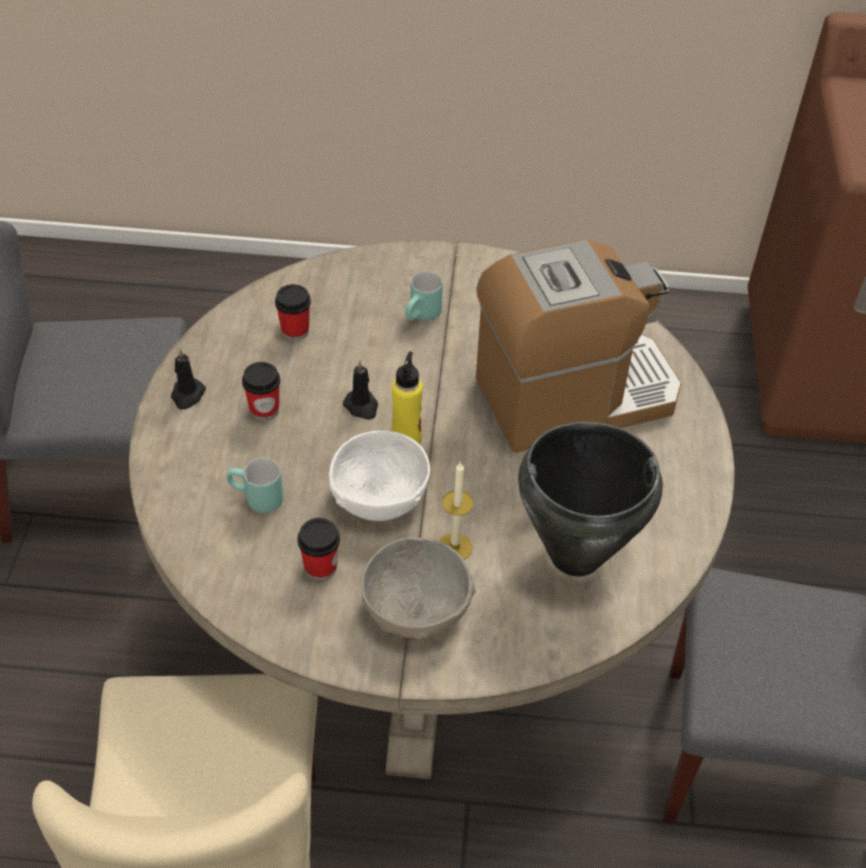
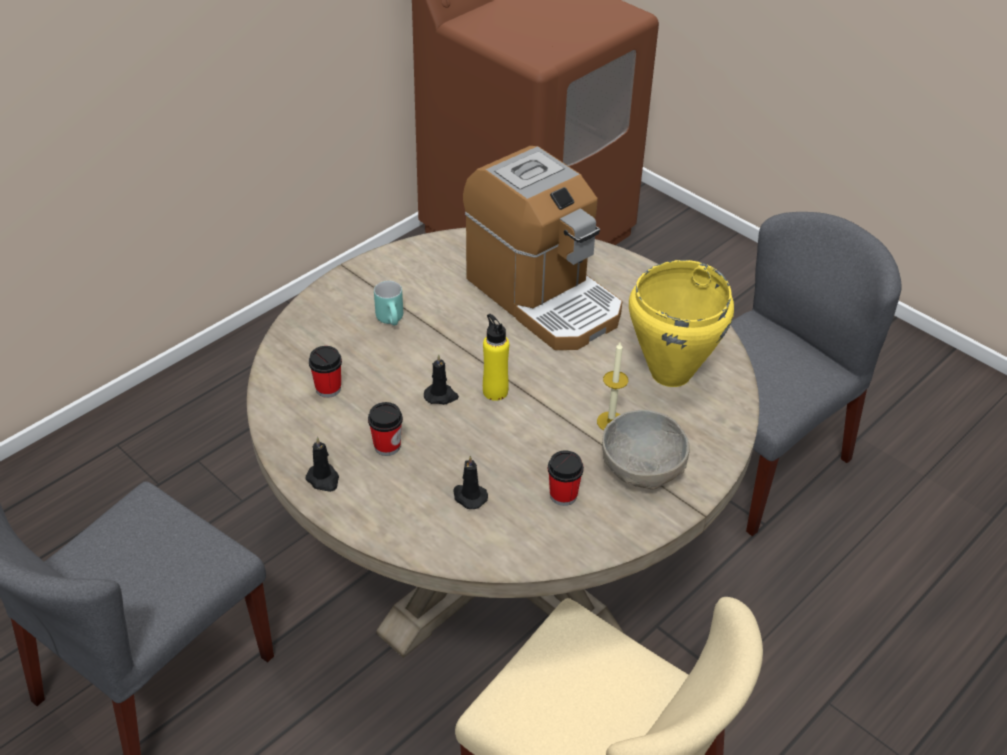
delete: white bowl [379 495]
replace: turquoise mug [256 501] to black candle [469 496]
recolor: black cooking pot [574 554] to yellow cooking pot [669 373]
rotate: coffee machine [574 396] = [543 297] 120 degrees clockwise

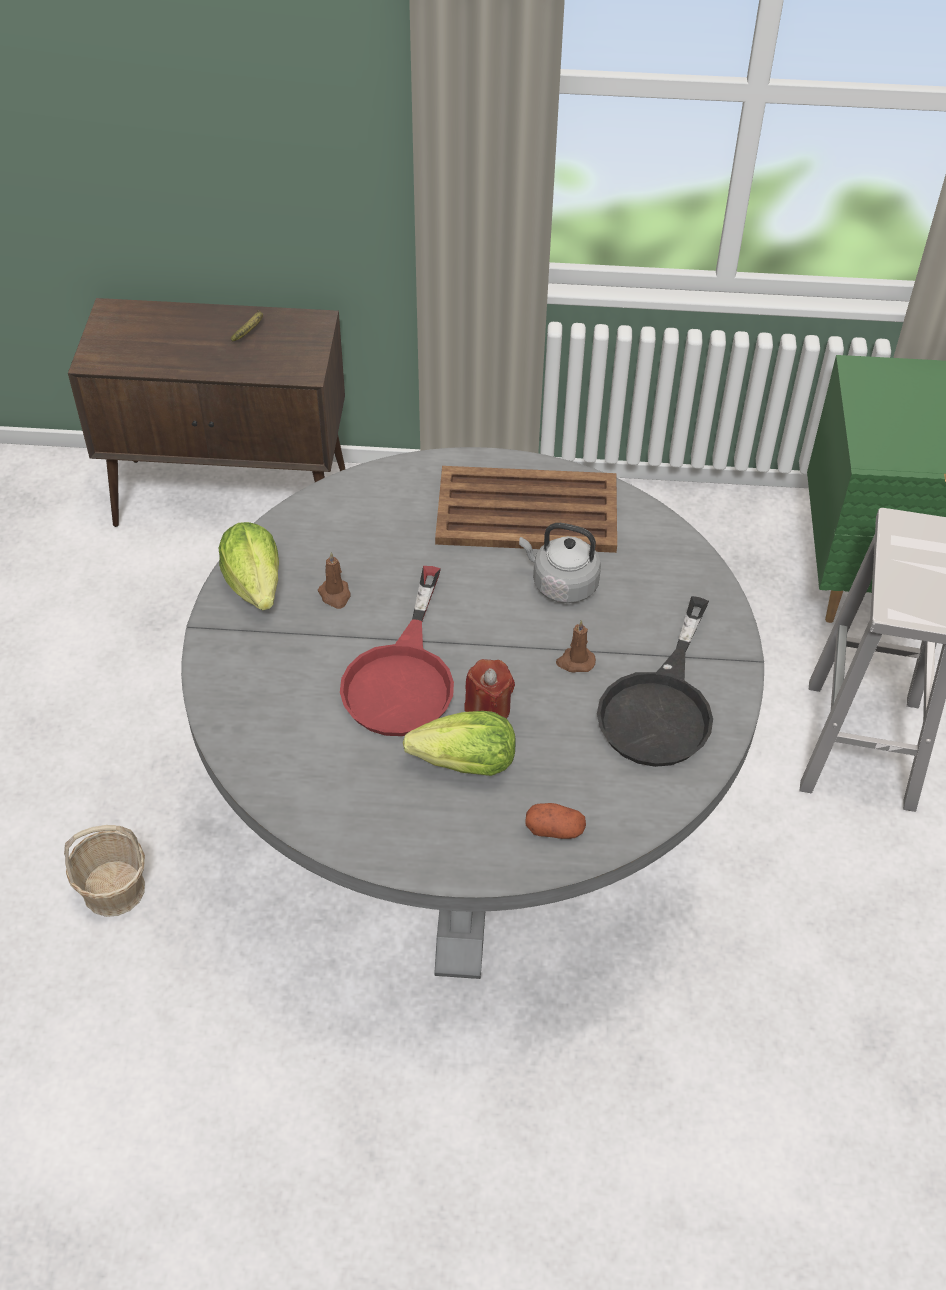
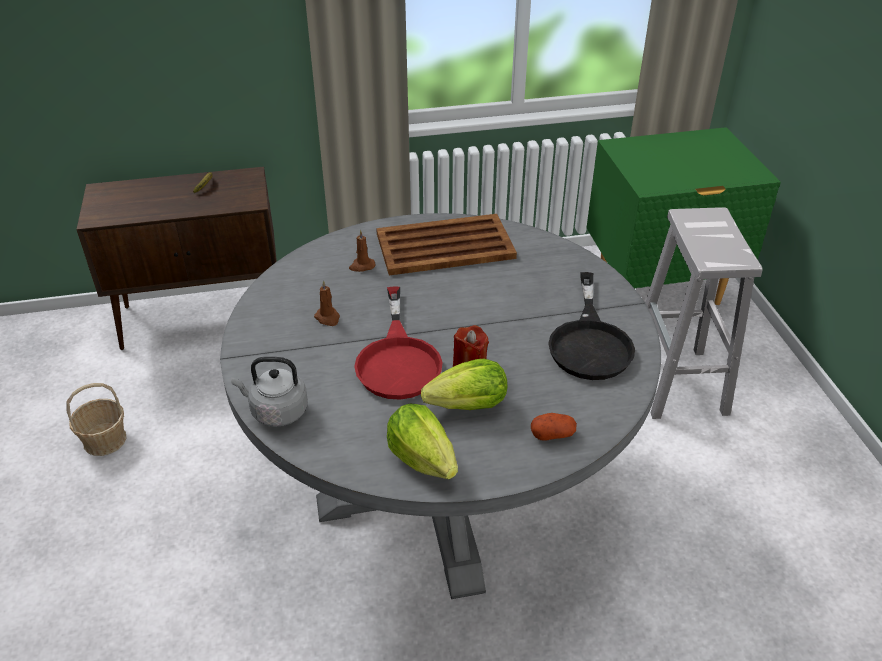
move: lettuce [255 584] to [422 458]; grey kettle [561 584] to [276 411]; brown candle [575 661] to [362 266]; basket [113 889] to [104 440]

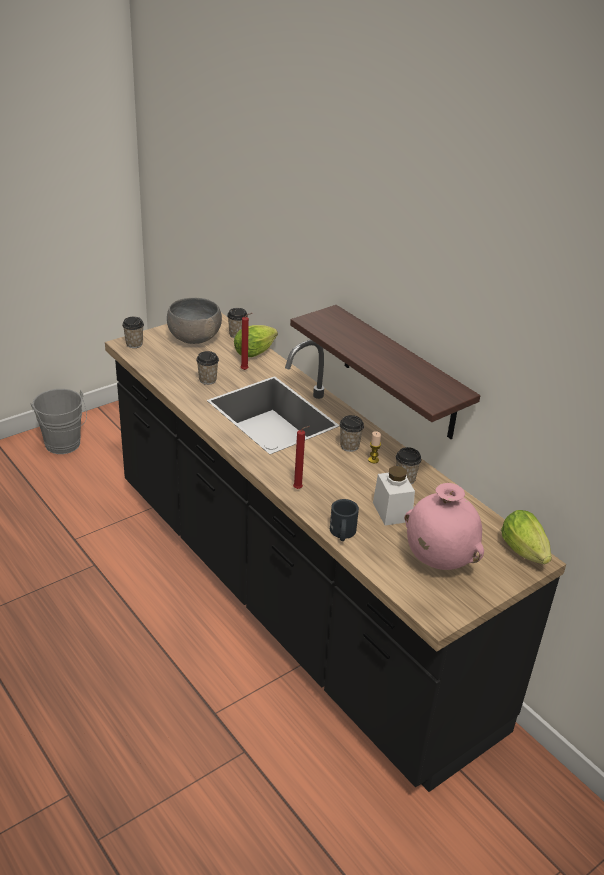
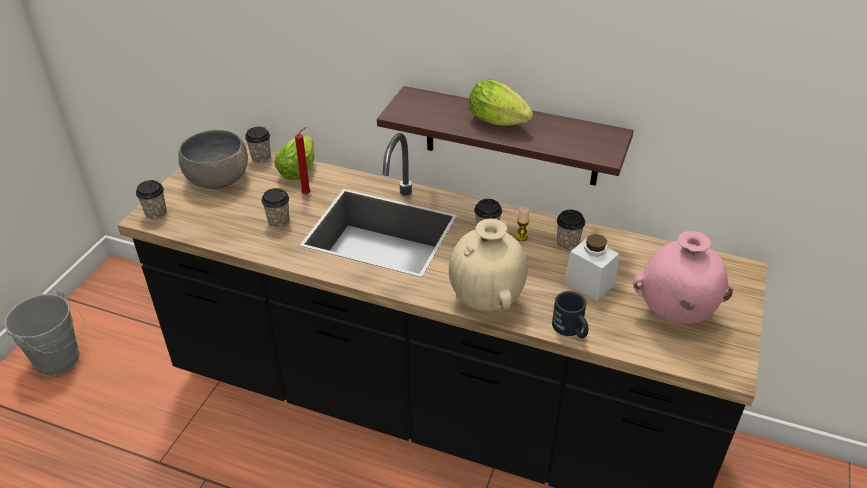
move: lettuce [525 554] to [501 123]
replace: red candle [299 489] to beige vase [486 301]

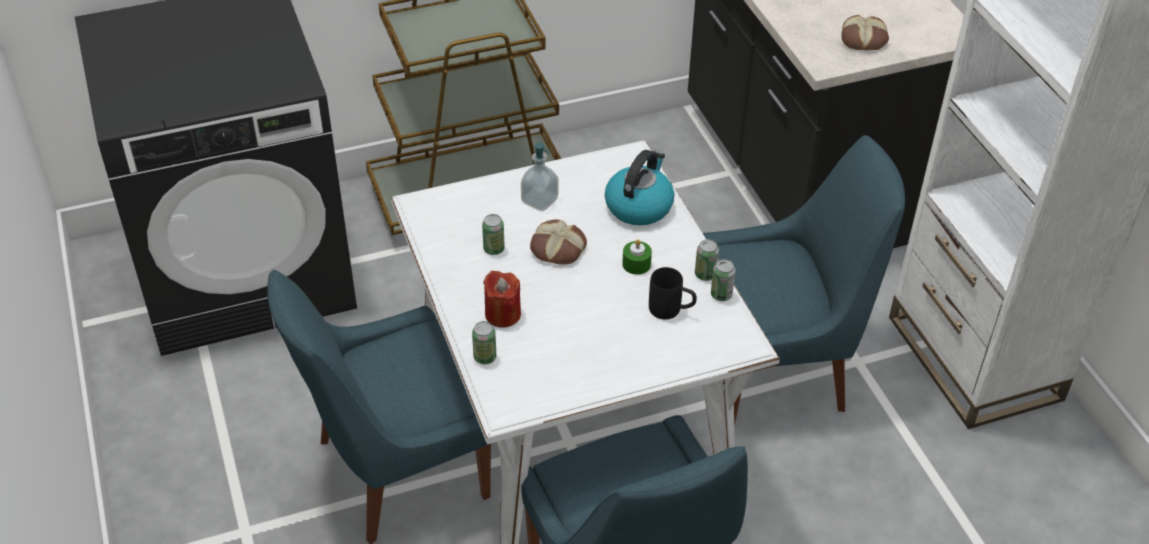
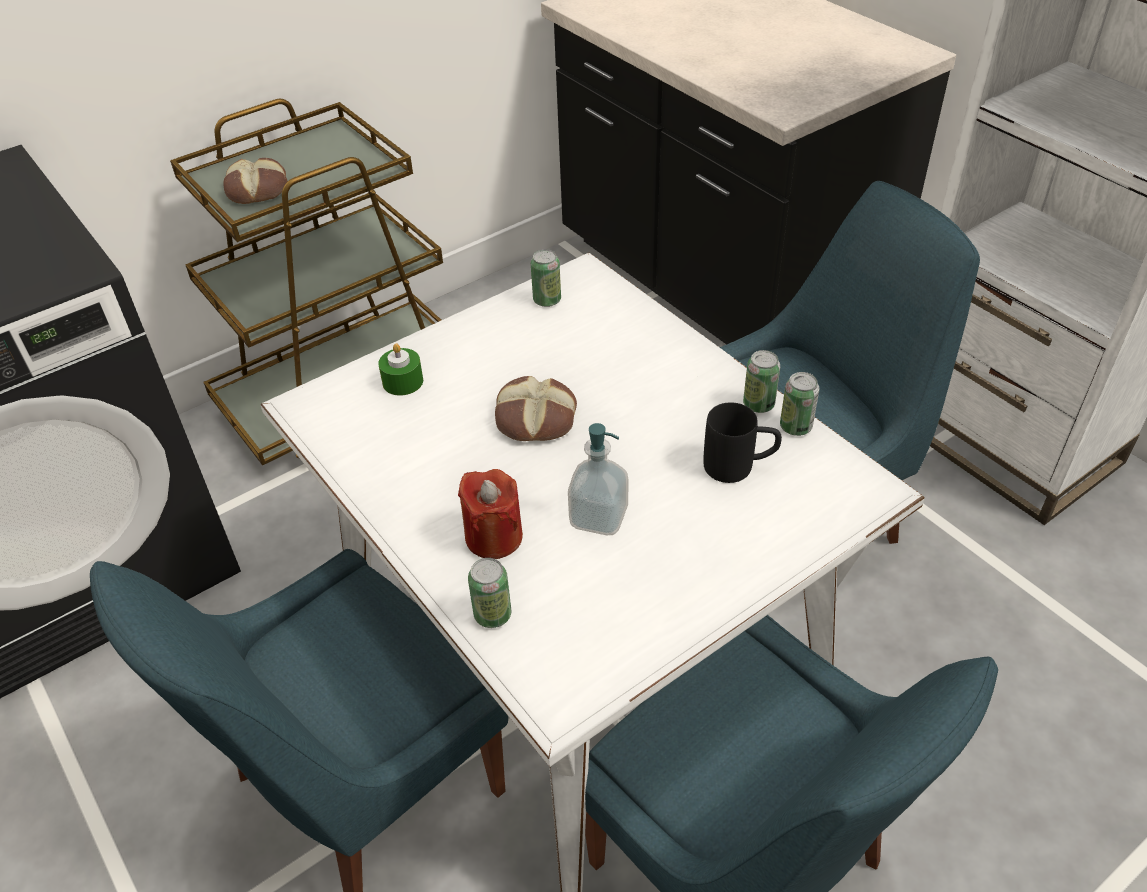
delete: kettle [639 206]
move: bread [864 39] to [258 189]; soap dispenser [539 201] to [598 517]; can [494 249] to [547 300]; green candle [636 264] to [403 381]

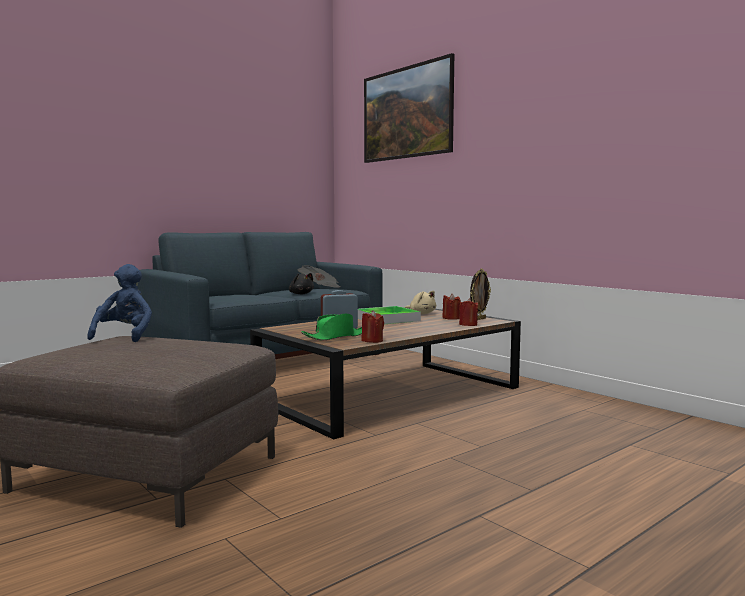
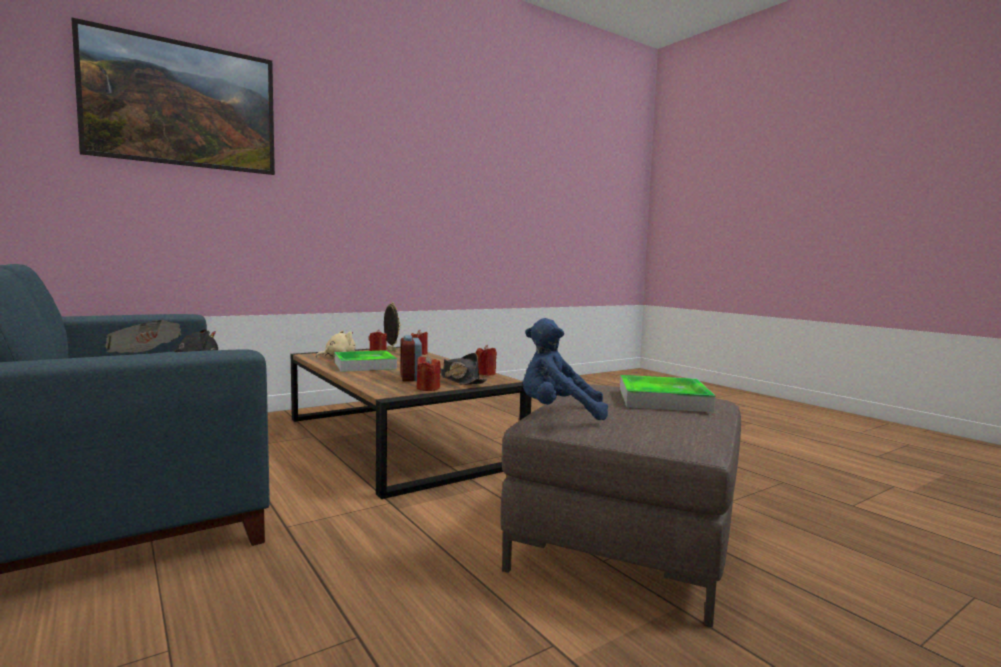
insert: red candle [428 388]; tray [663 399]
recolor: green hat [335 337] to black hat [460 380]

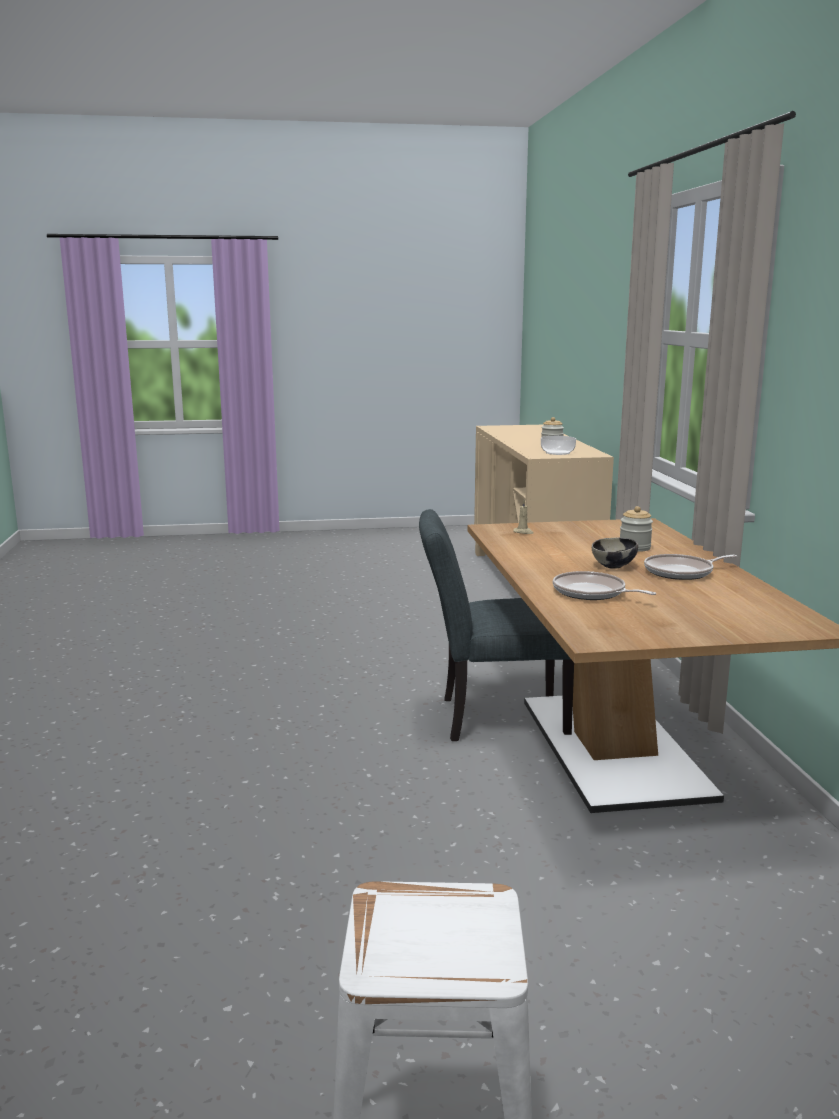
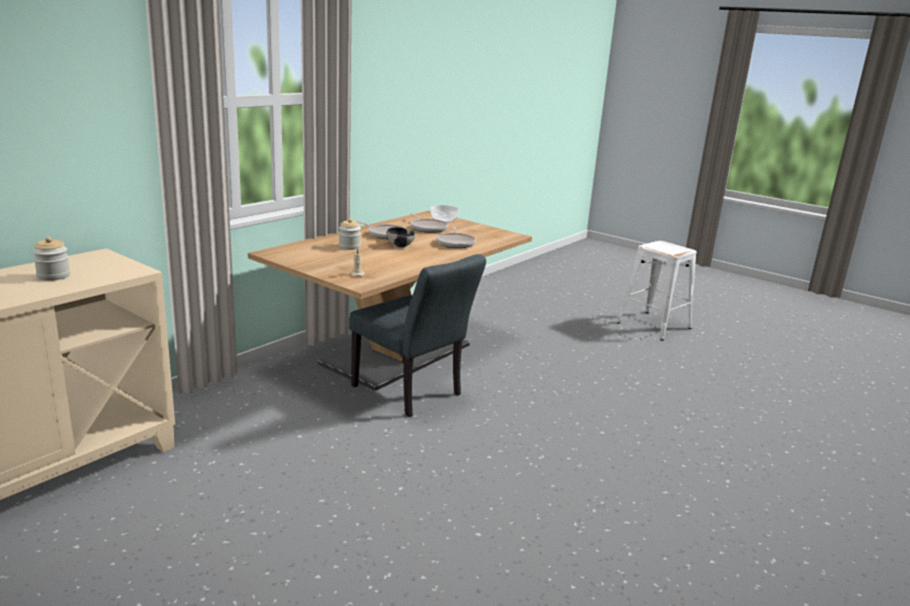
insert: frying pan [428 228]
move: bowl [558 452] to [443 220]

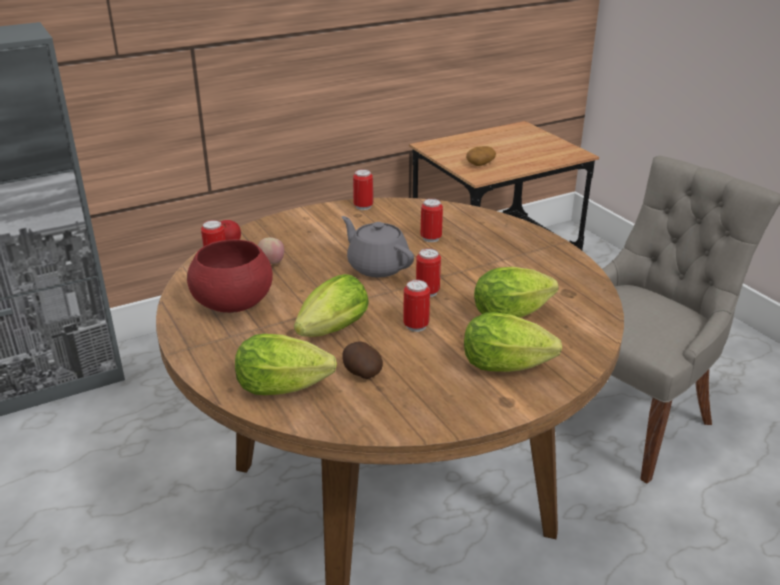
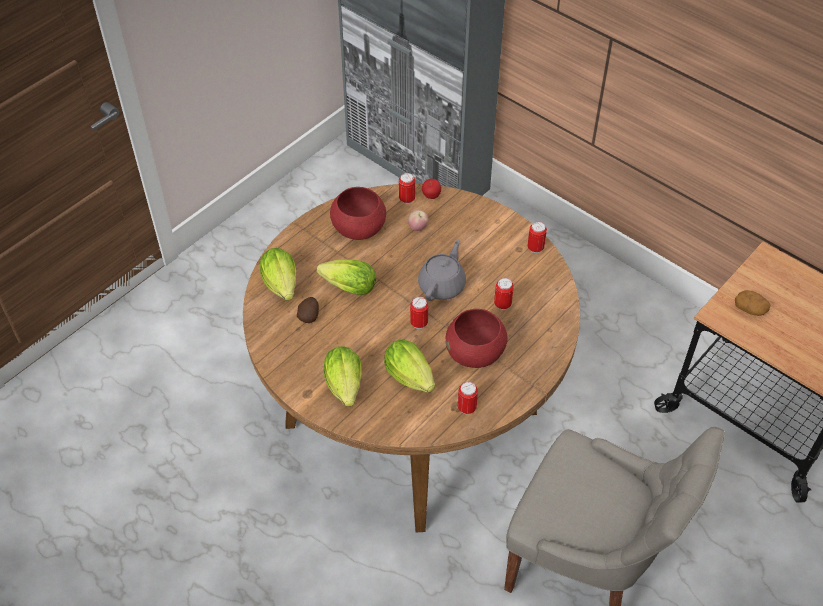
insert: red bowl [475 353]
move: can [416 326] to [466 408]

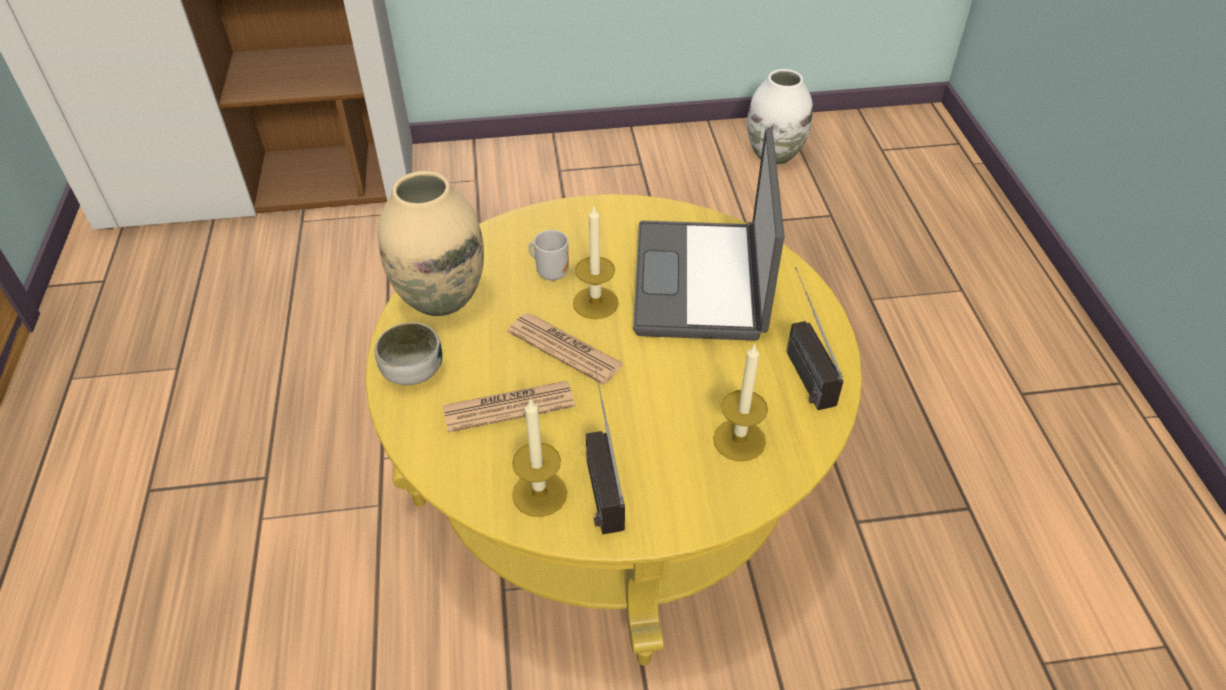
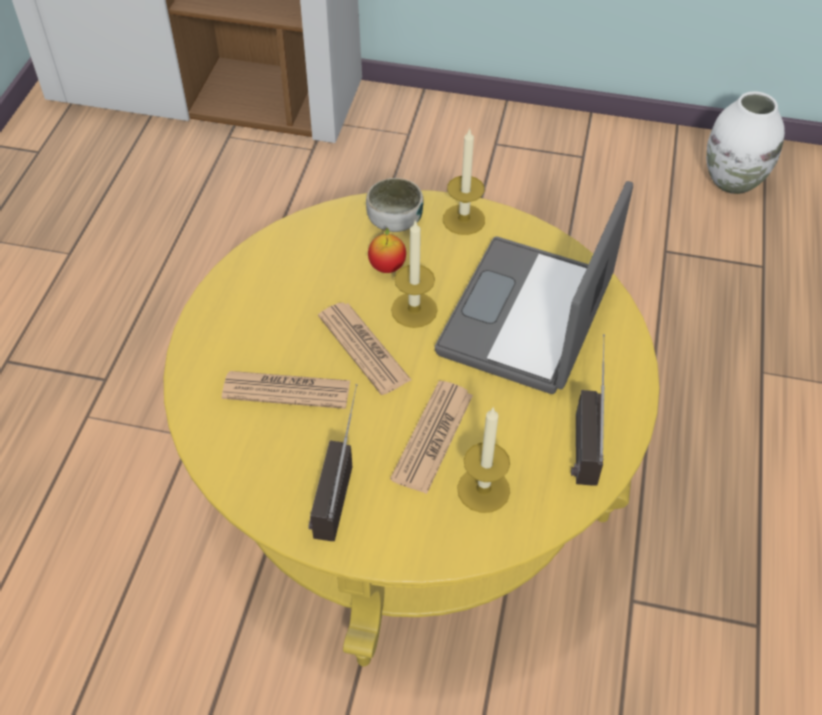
delete: beige vase [440 298]
insert: newspaper [432 437]
move: bowl [412 370] to [394 220]; candle [539 493] to [463 219]
replace: mug [551 272] to apple [387 267]

